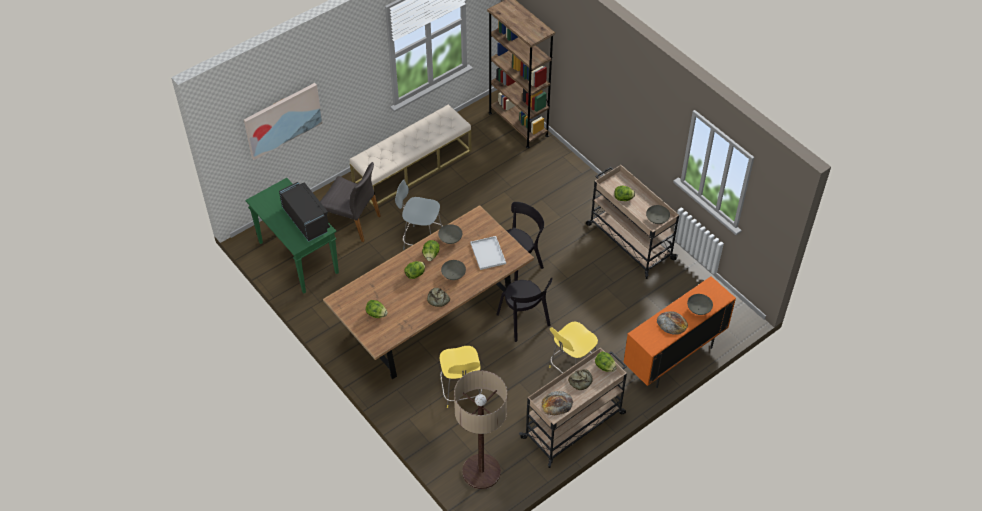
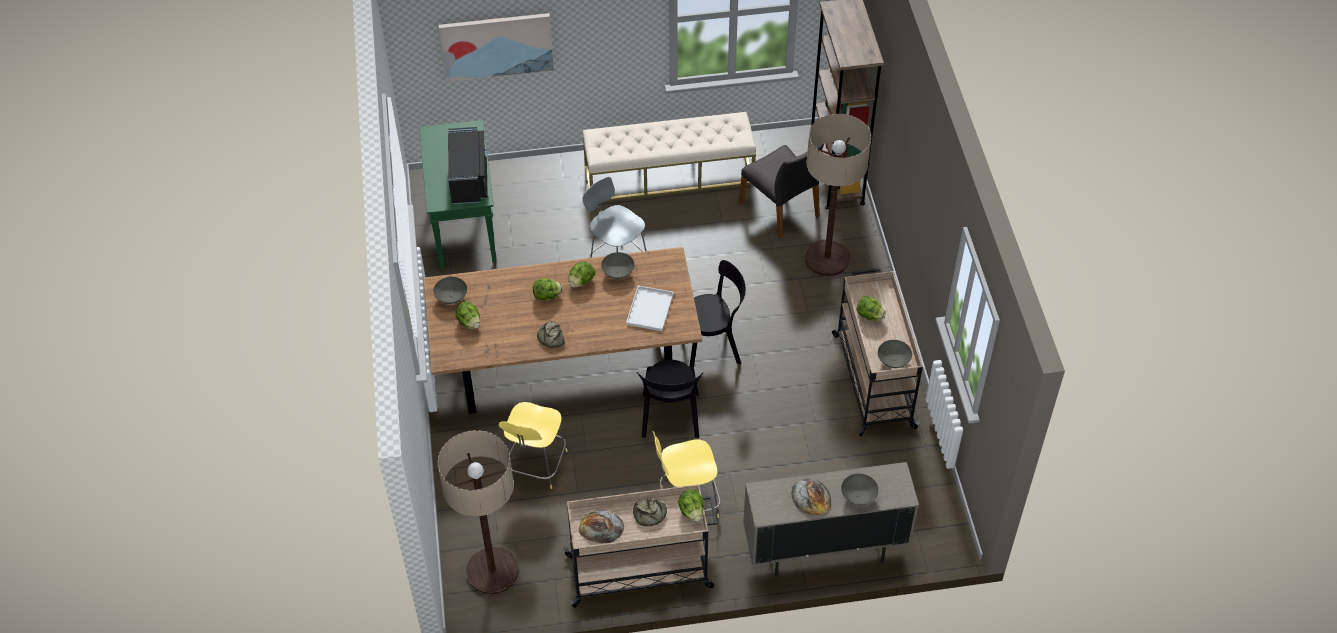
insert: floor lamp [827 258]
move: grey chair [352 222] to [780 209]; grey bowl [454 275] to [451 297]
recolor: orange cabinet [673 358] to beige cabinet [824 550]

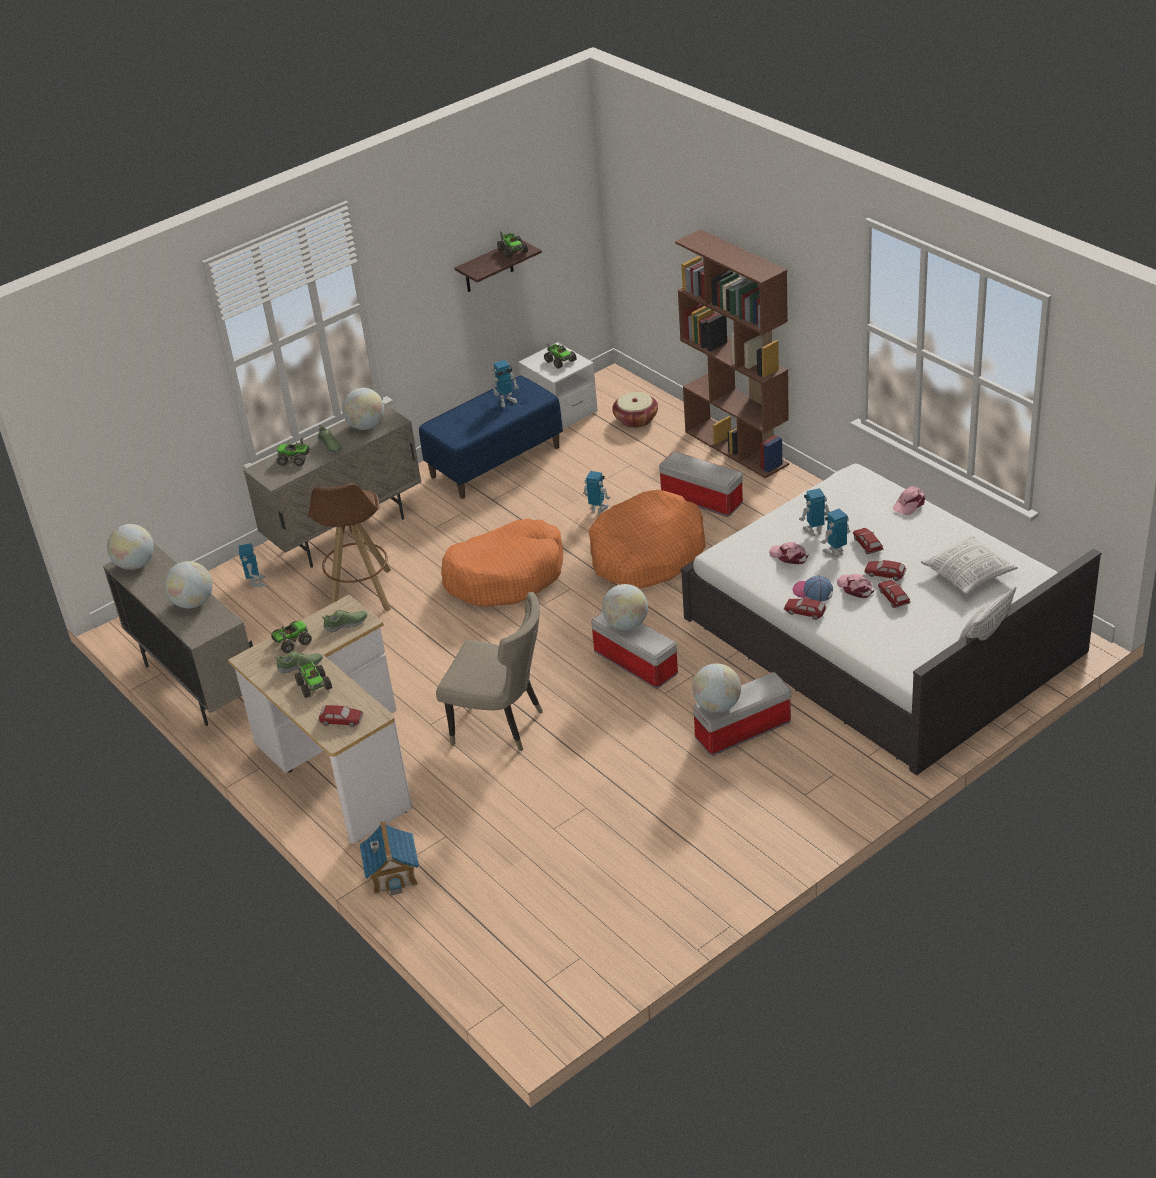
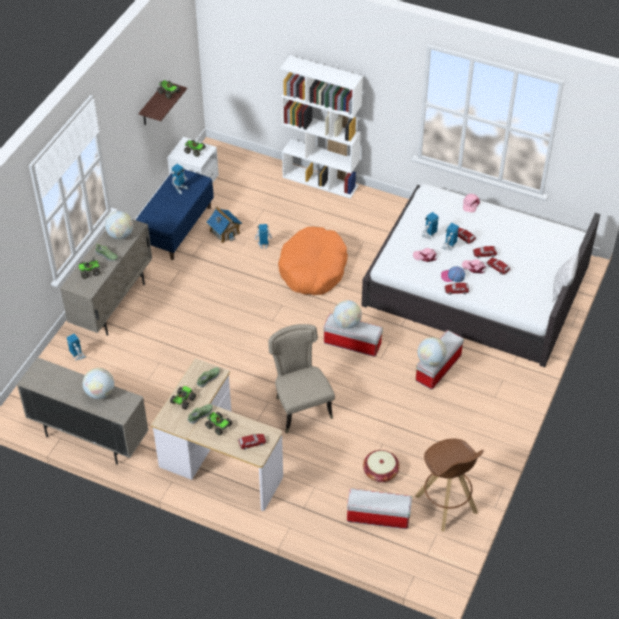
delete: orange dog bed [506 576]; globe [135 564]; pillow [968 574]
move: basket [636 419] to [380 472]; storage box [700 499] to [377 517]; brown stool [360 593] to [446 505]; toy house [393 873] to [224 232]
recolor: brown bookcase [737 448] to white bookcase [321 181]
rotate: beige chair [502 725] = [300 407] 105 degrees counterclockwise

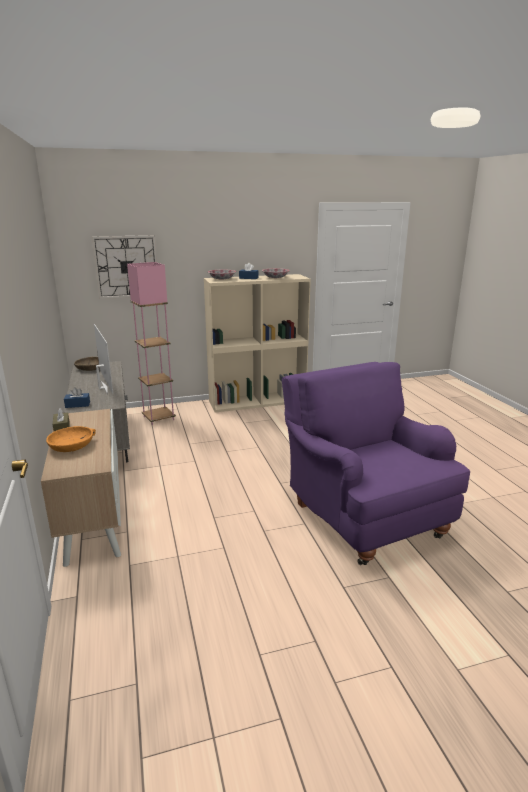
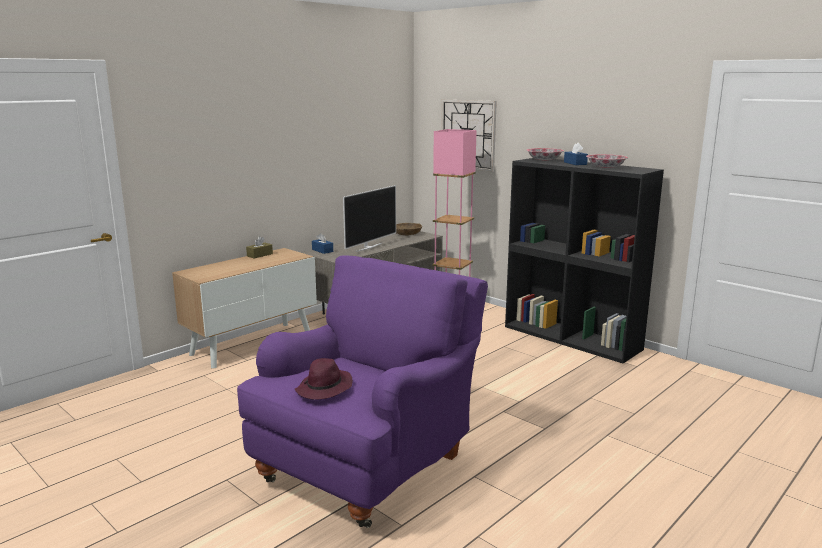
delete: orange bowl [71 445]
insert: purple hat [324 389]
recolor: beige bookcase [258 401] to black bookcase [572 338]

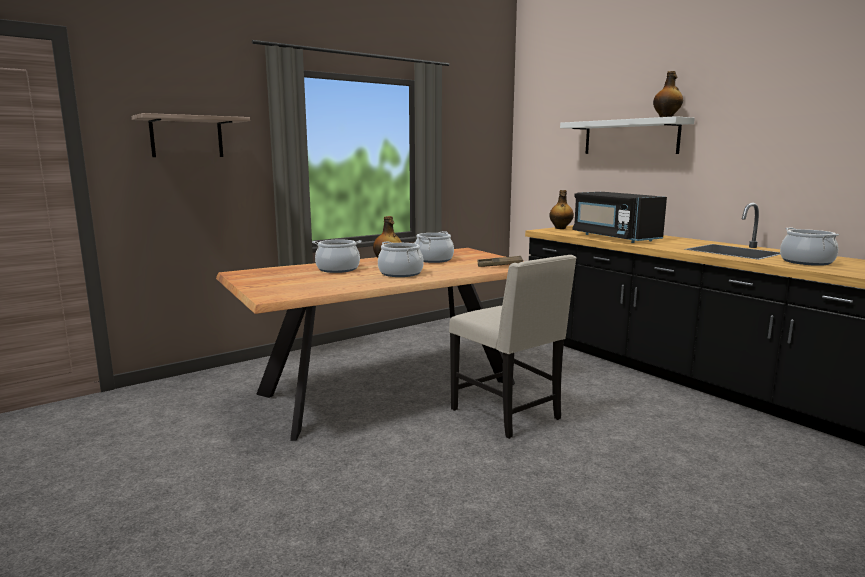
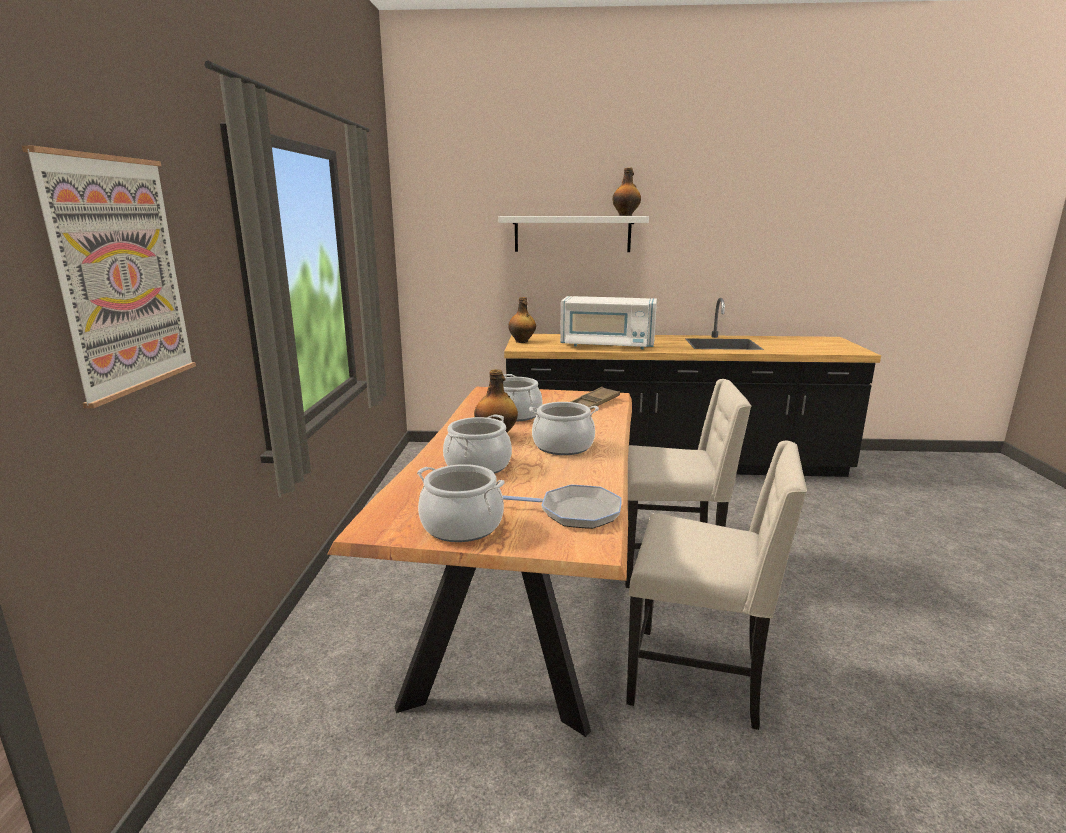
insert: beige chair [699 678]; frying pan [575 512]
move: cooking pot [806 262] to [462 526]
replace: shelf [186 137] to picture [119 276]
recolor: black microwave [614 237] to white microwave [607 345]

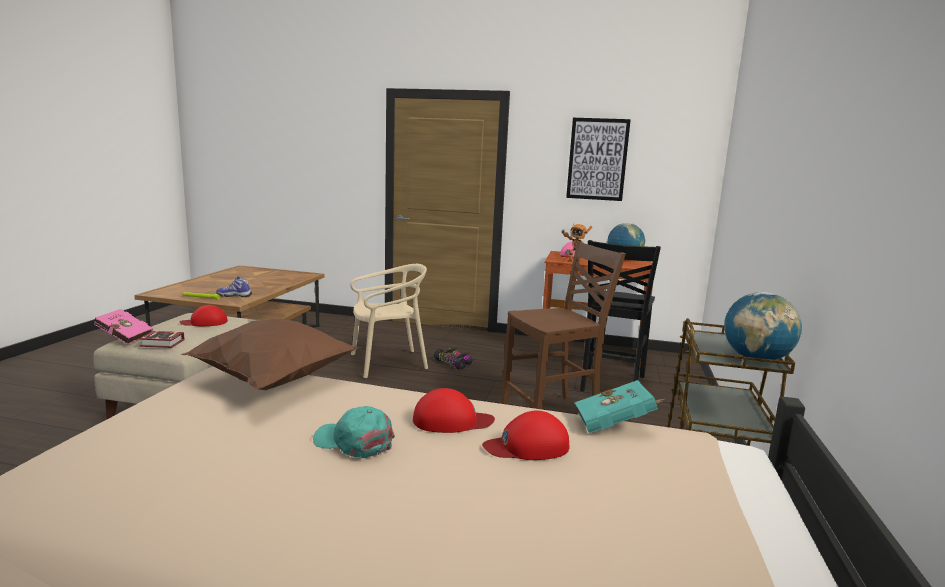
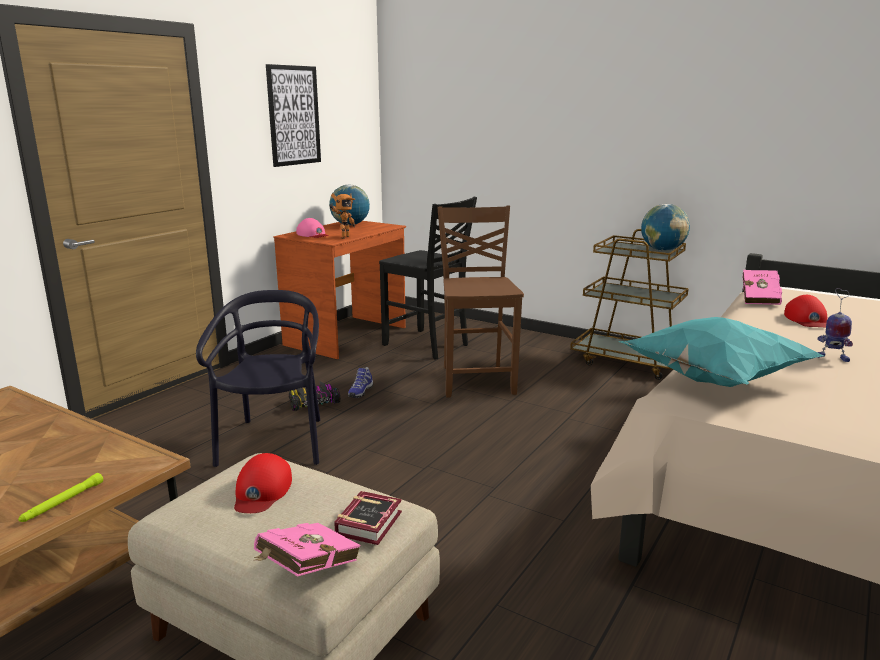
delete: red cap [451 421]
move: shoe [234 295] to [360 392]
replace: turquoise cap [354 442] to toy robot [830 358]
recolor: beige chair [387 363] to black chair [274 443]; brown pillow [277 381] to turquoise pillow [712 380]; turquoise book [616 425] to pink book [760 299]

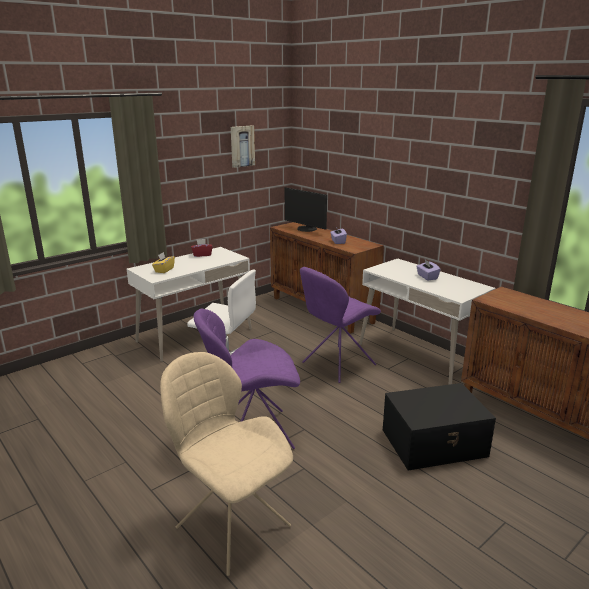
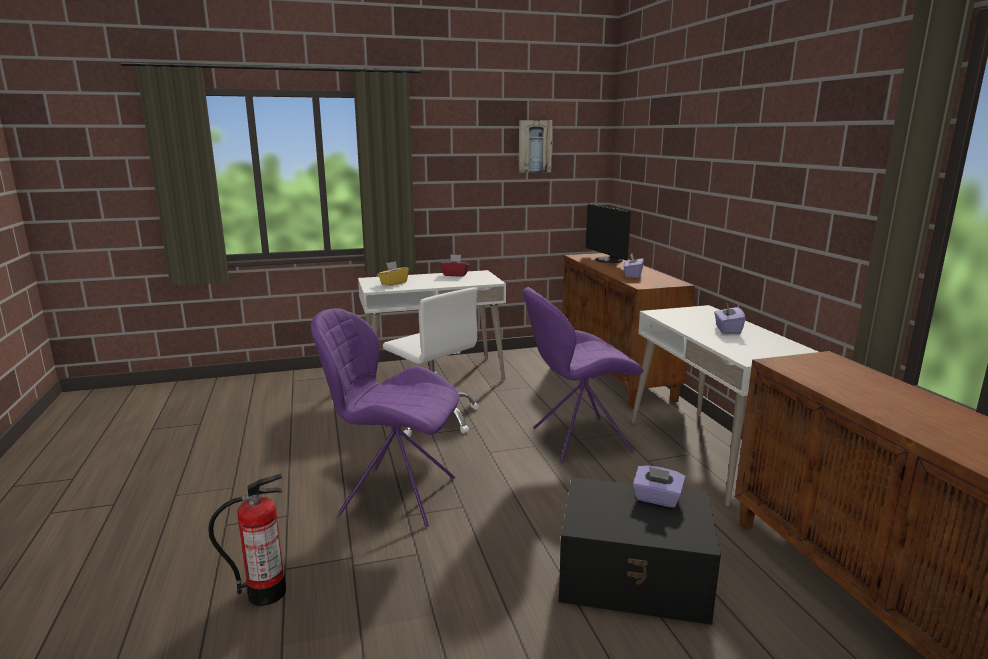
insert: purple tissue box [657 499]
replace: beige chair [230 524] to fire extinguisher [266 592]

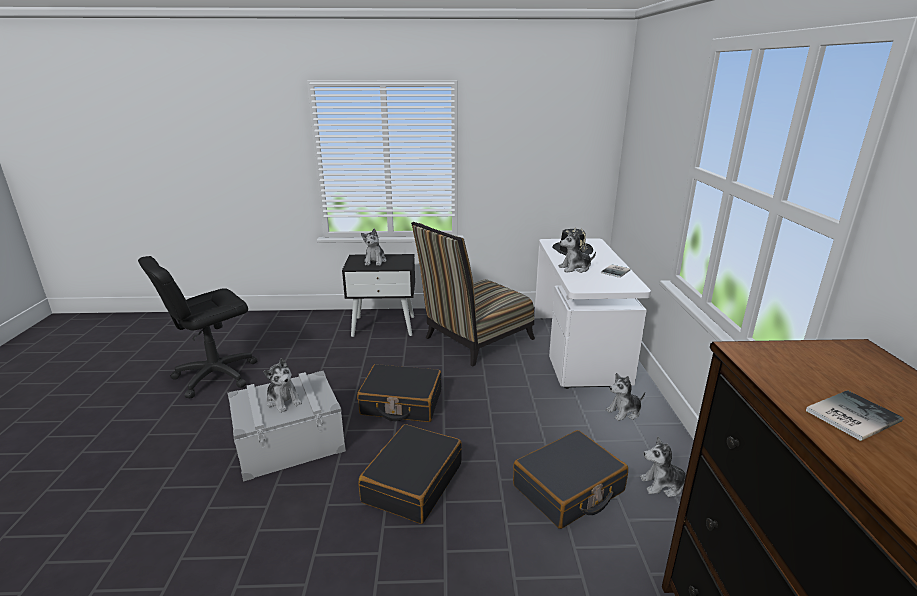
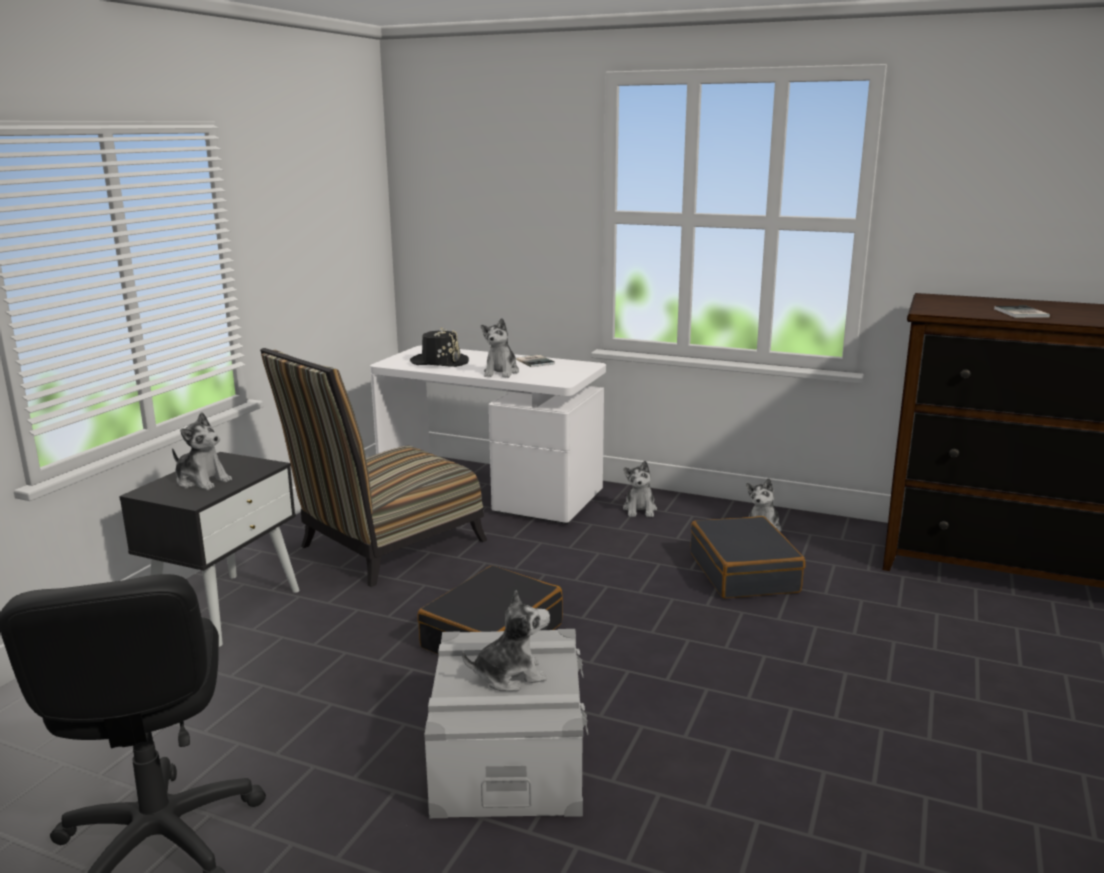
delete: black suitcase [412 482]
rotate: chair [474 340] = [383 547] 60 degrees clockwise

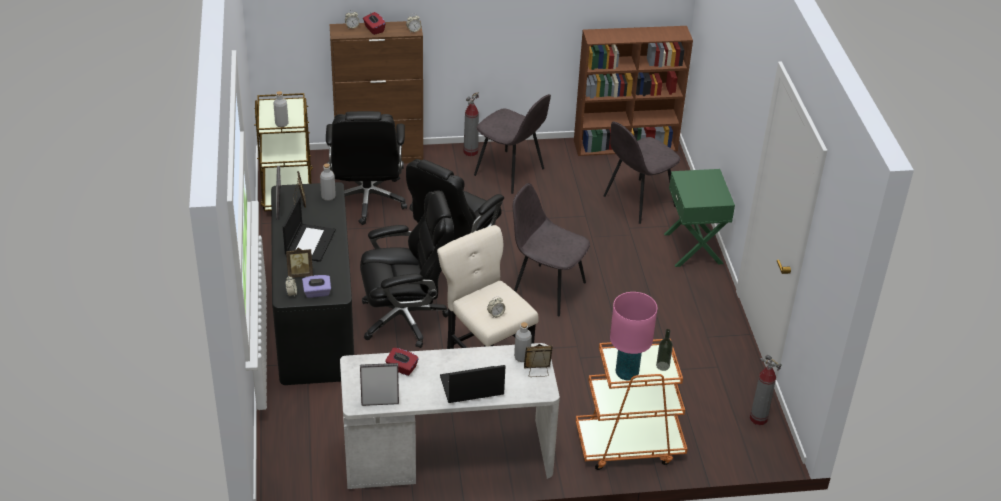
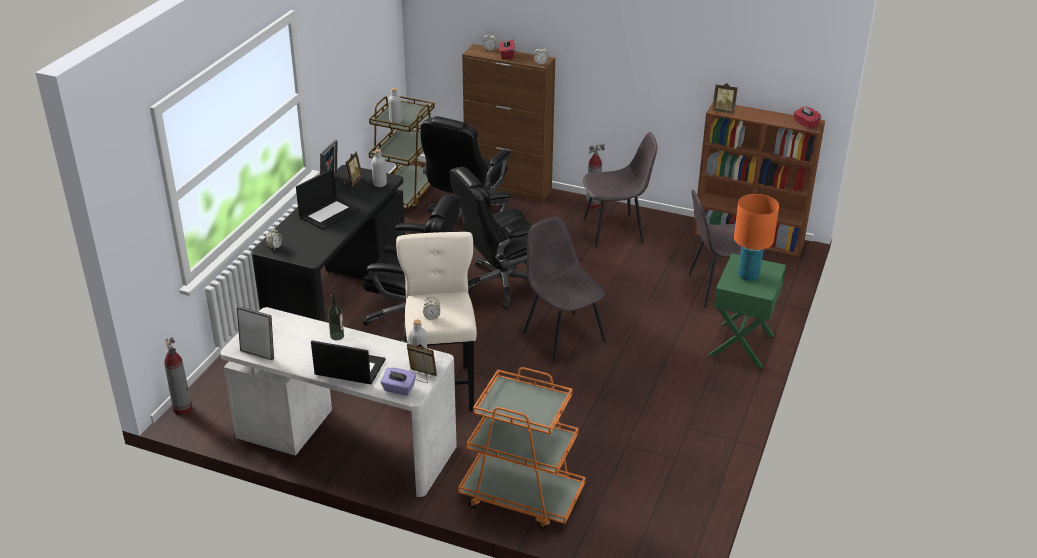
delete: pink table lamp [627 373]
insert: orange table lamp [748 276]
move: picture frame [300 274] to [723 111]; purple tissue box [317 293] to [398 389]; bottle [662 366] to [337 336]; red tissue box [401 368] to [805 124]; fire extinguisher [758 418] to [182 409]
rotate: grey chair [510 173] = [615 231] 75 degrees counterclockwise

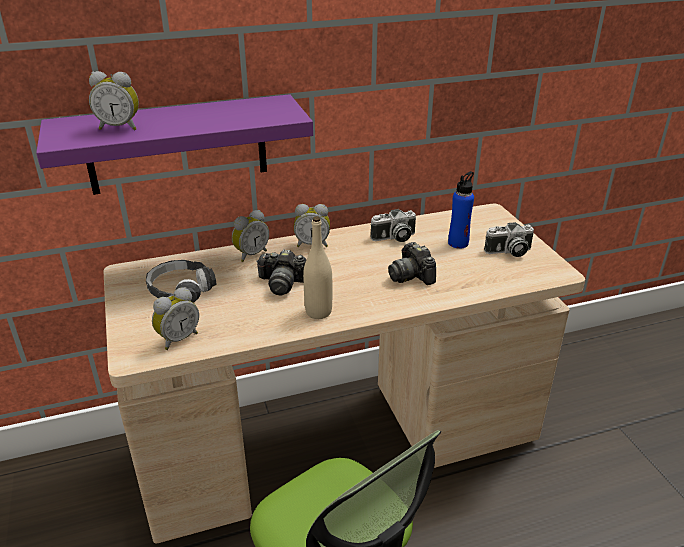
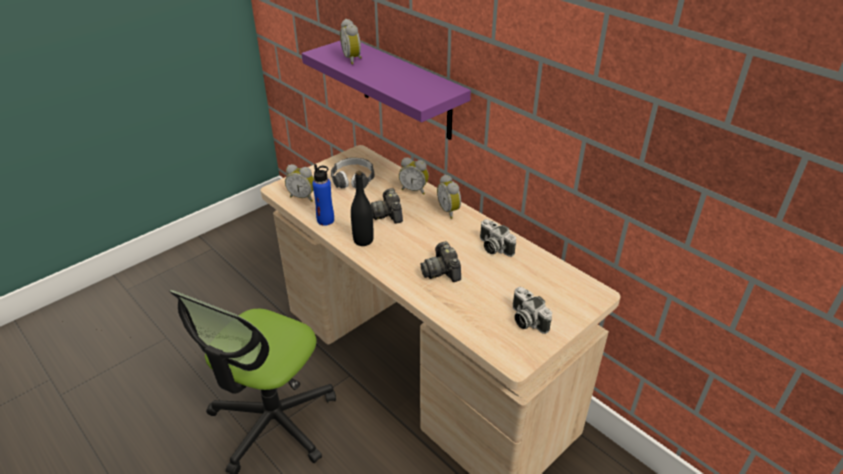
move: blue bottle [458 243] to [325 220]
recolor: beige bottle [318 312] to black bottle [363 240]
rotate: photo camera [411 275] = [442 271] 60 degrees counterclockwise

